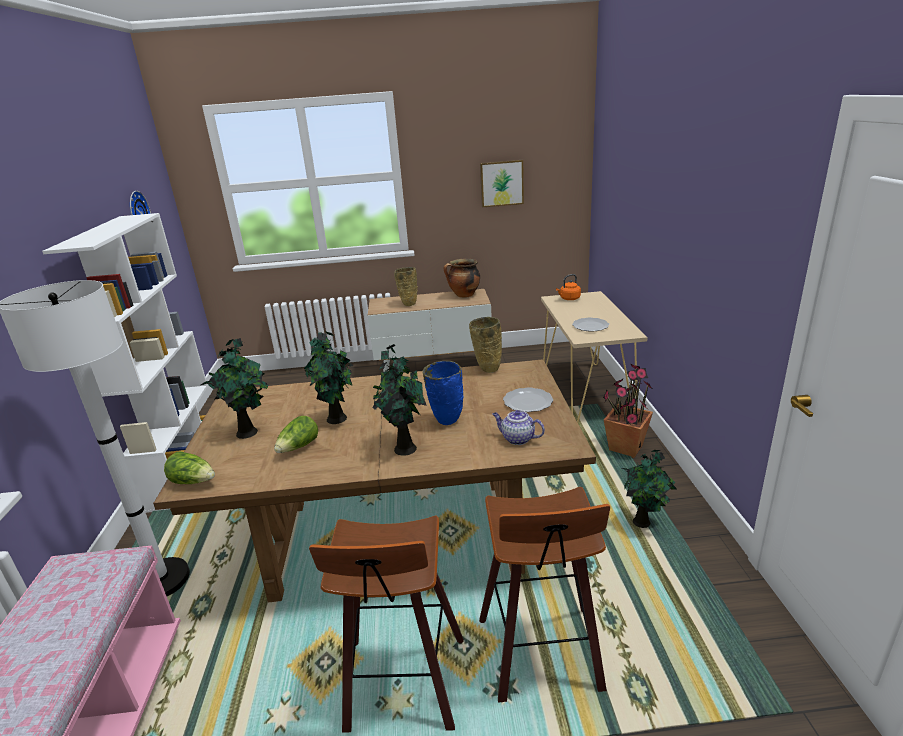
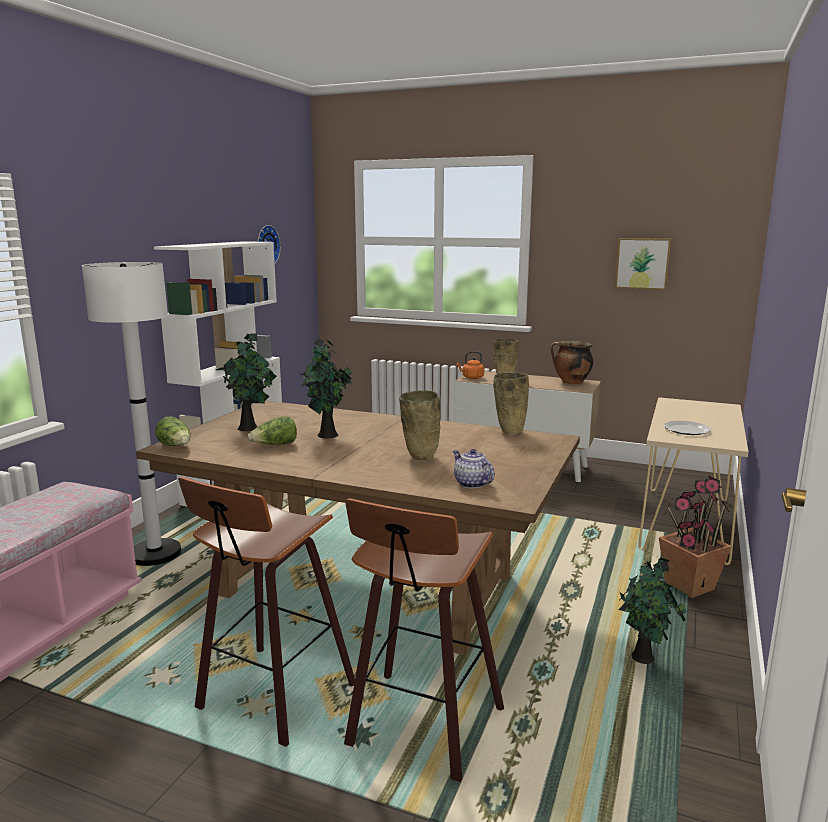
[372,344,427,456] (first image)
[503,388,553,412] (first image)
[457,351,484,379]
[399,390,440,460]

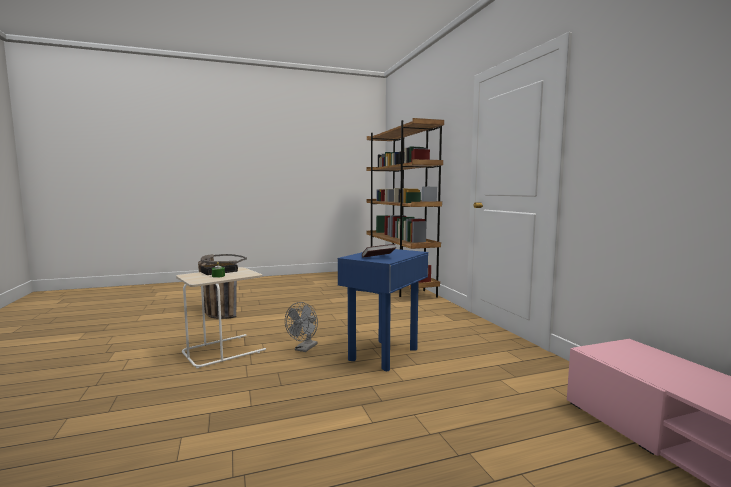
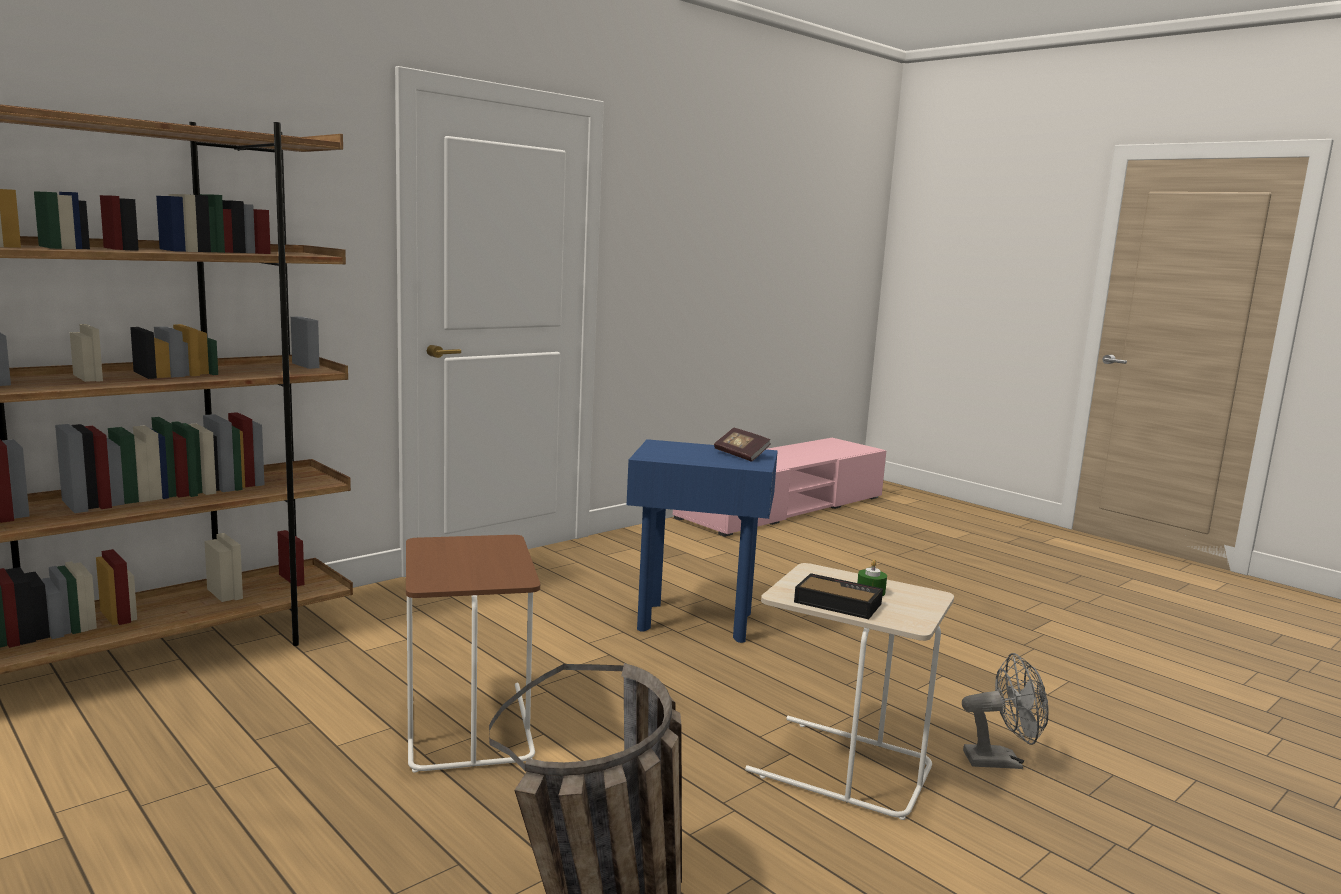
[406,535,540,773]
[962,653,1049,769]

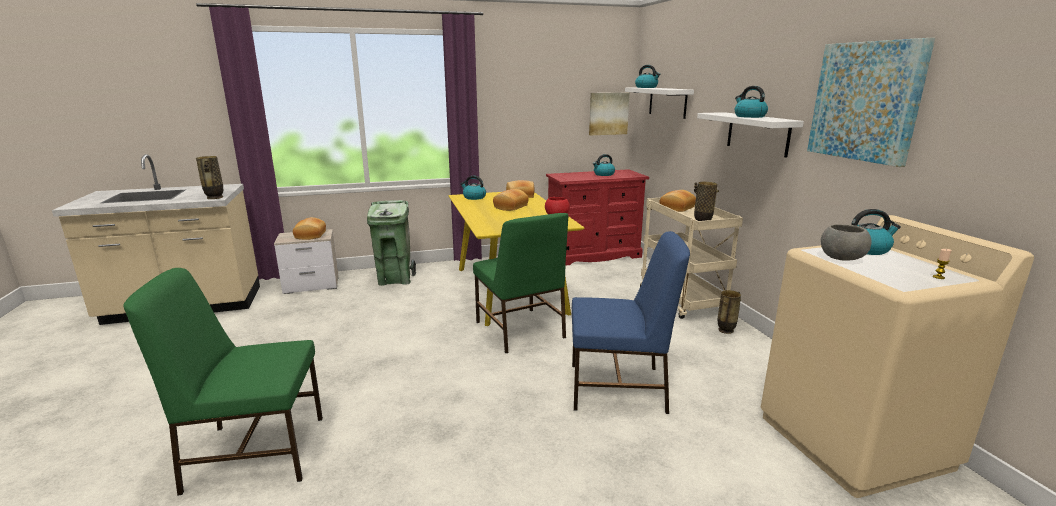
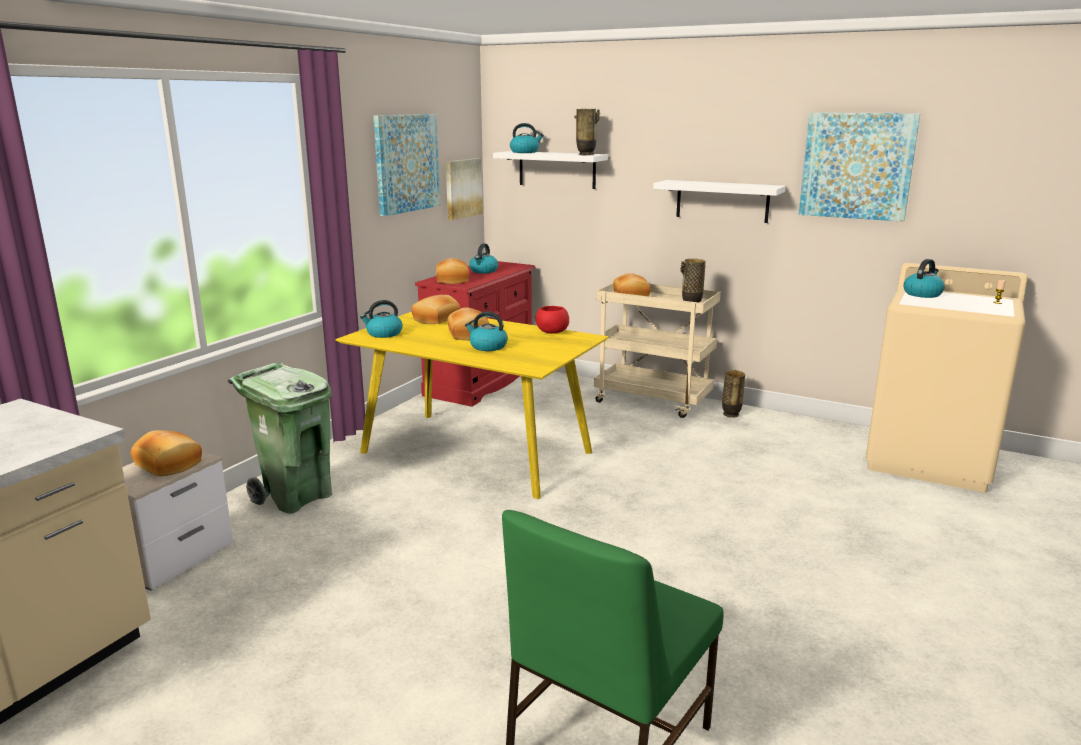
[473,213,568,353] (first image)
[572,231,690,414] (first image)
[821,224,872,261] (first image)
[373,114,440,216]
[436,258,469,284]
[574,109,600,155]
[465,311,508,351]

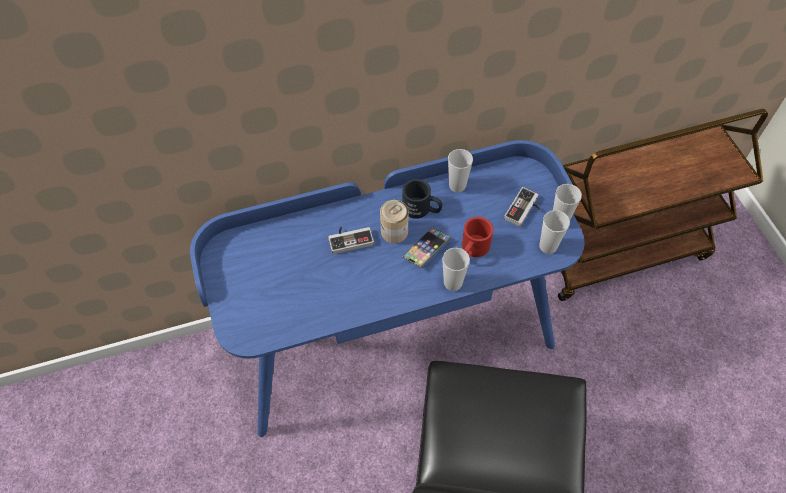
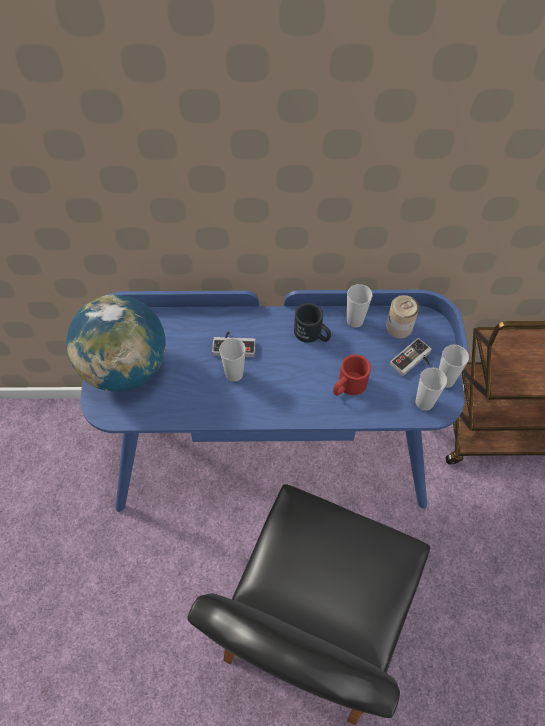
[402,227,451,268] (first image)
[66,294,166,392]
[386,295,419,339]
[219,338,246,382]

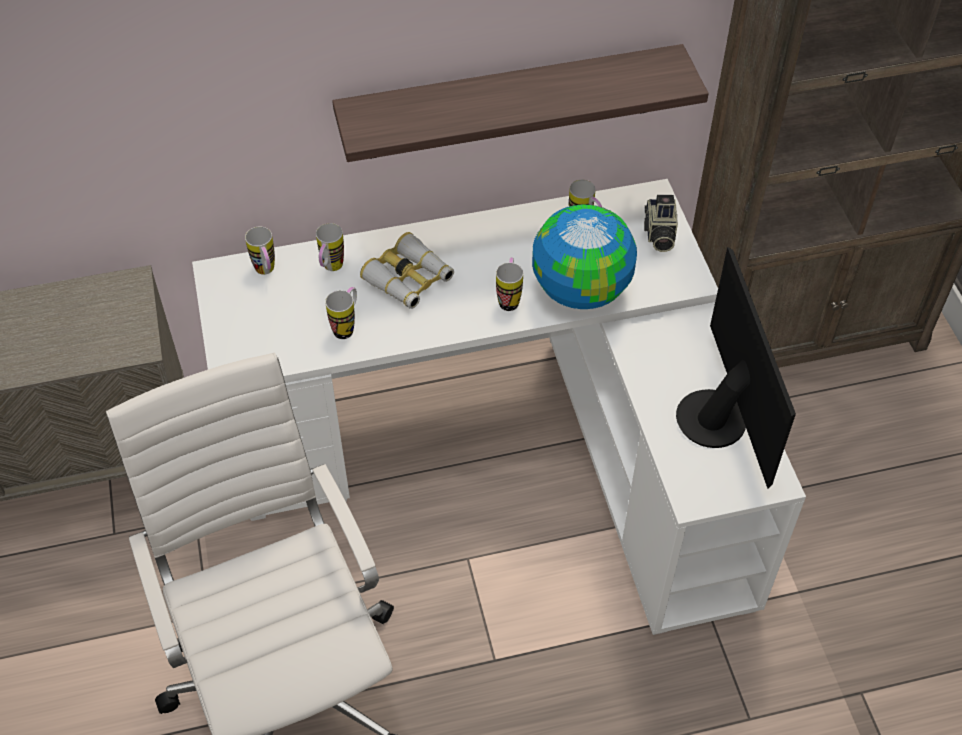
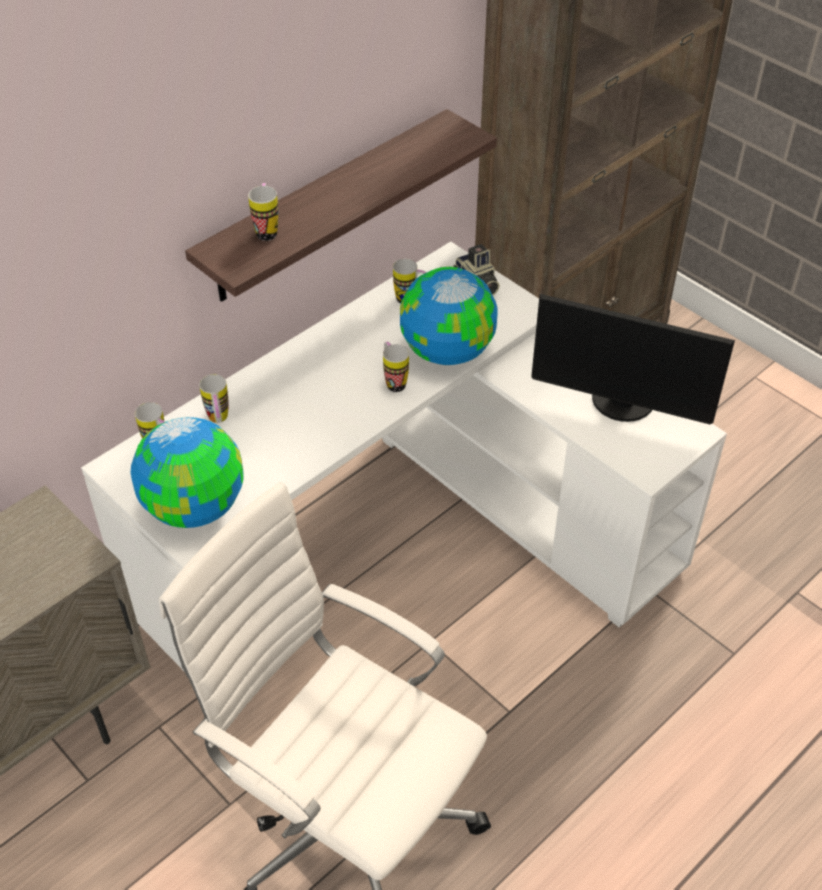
[360,232,454,309] (first image)
[131,417,244,528]
[248,183,278,241]
[531,294,735,424]

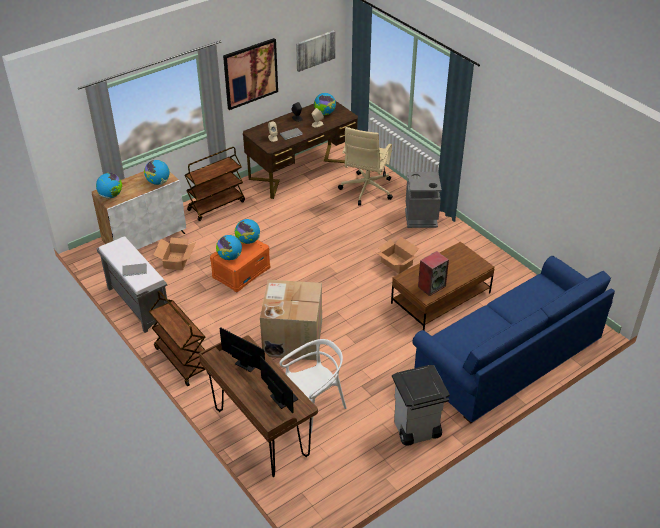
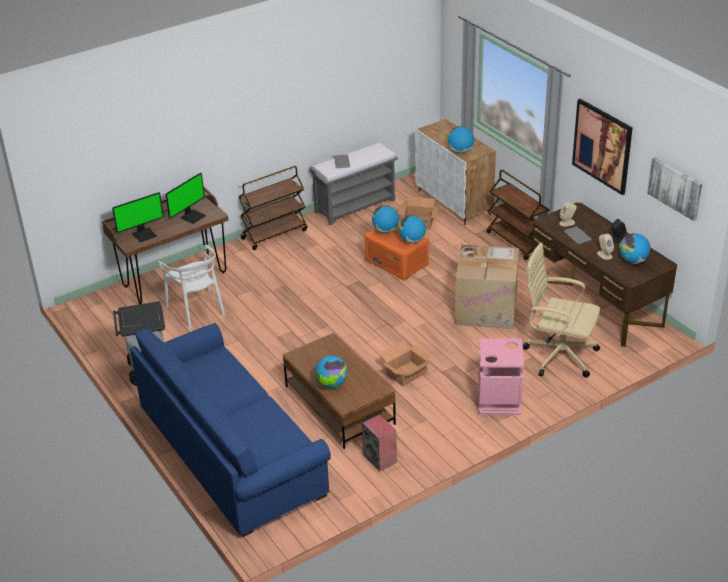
[315,356,347,389]
[455,244,519,329]
[362,414,397,471]
[478,339,524,415]

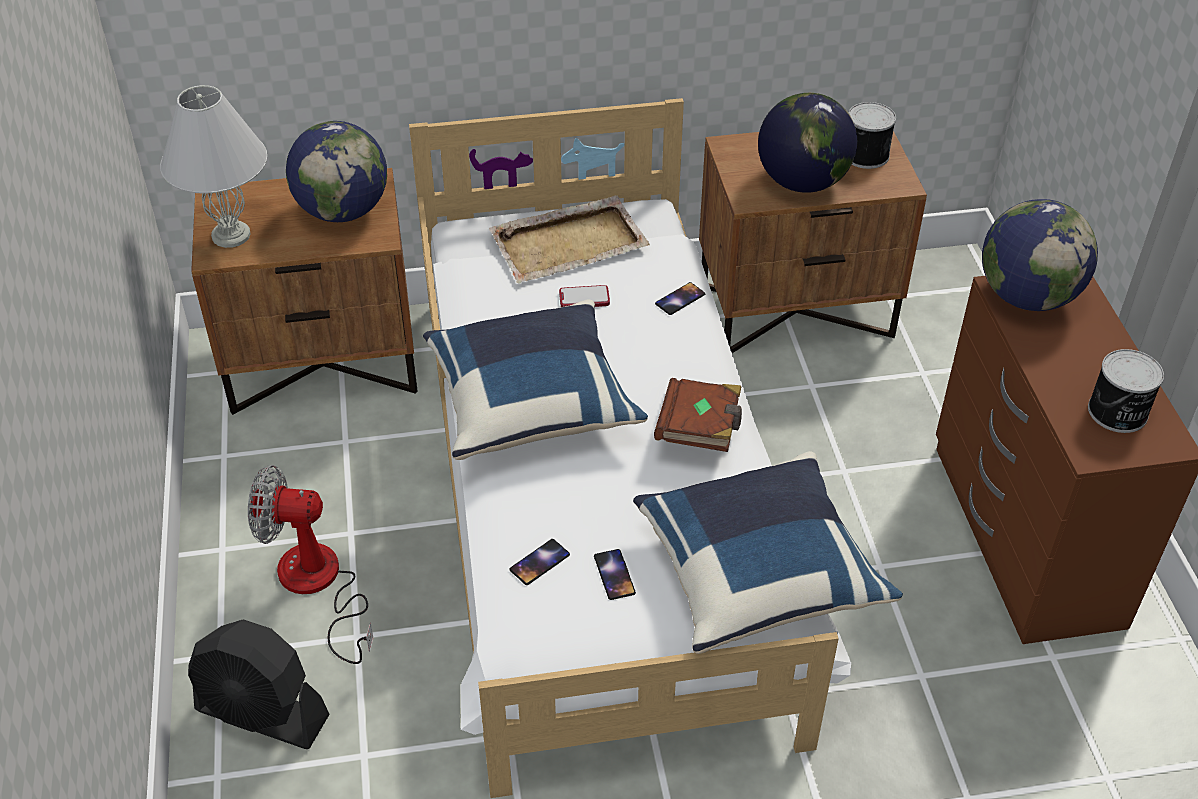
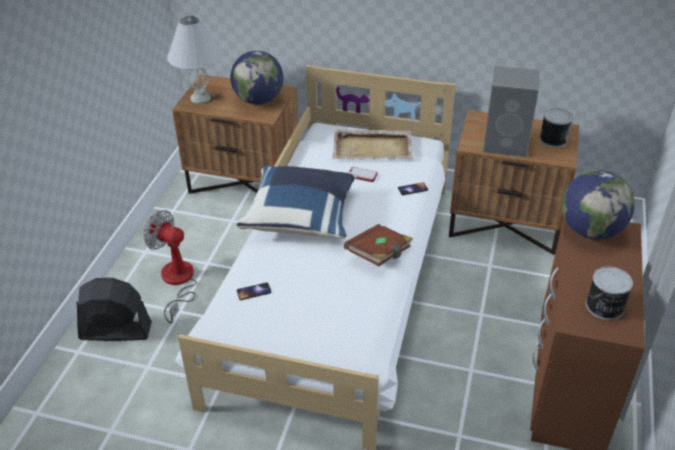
[594,549,636,600] (first image)
[633,451,903,654] (first image)
[483,66,540,157]
[77,278,152,341]

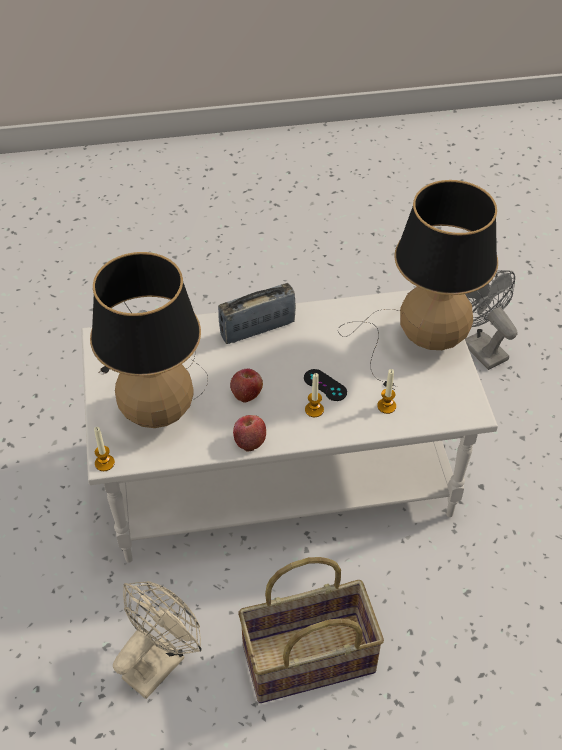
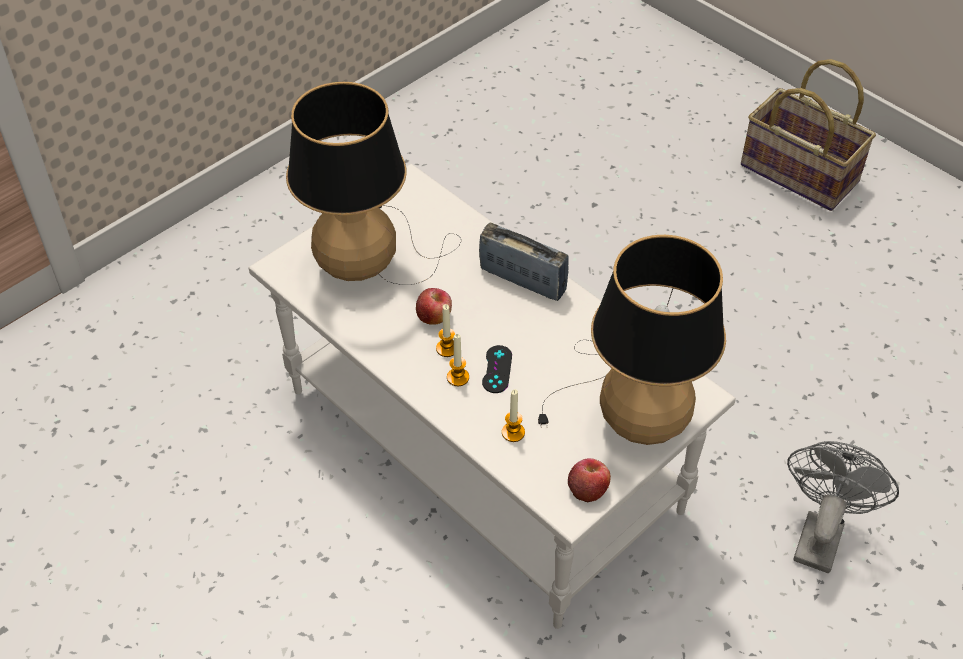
[113,581,202,699] (first image)
[436,304,455,357]
[568,458,611,502]
[741,59,876,211]

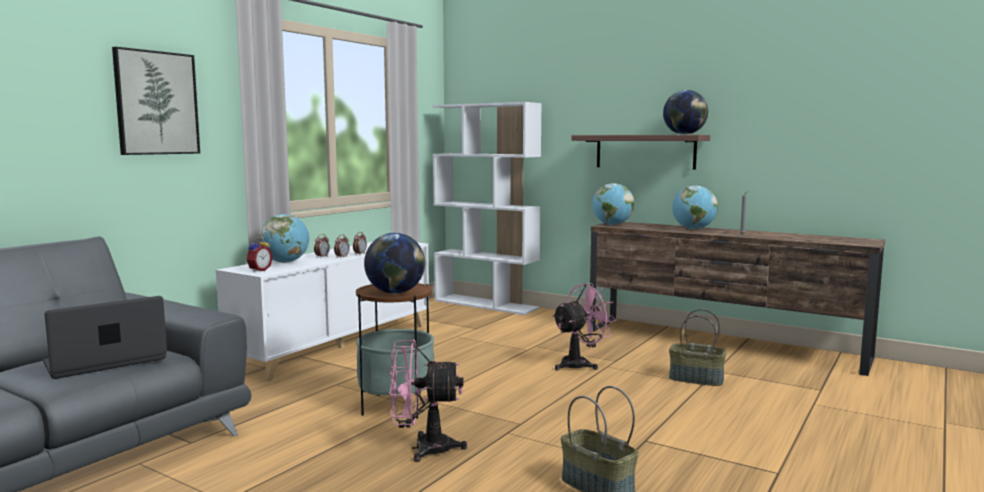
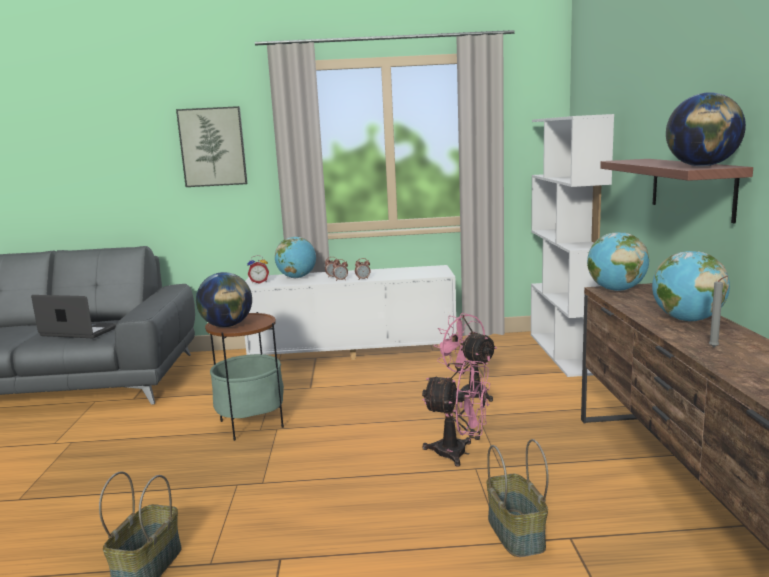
[435,313,497,402]

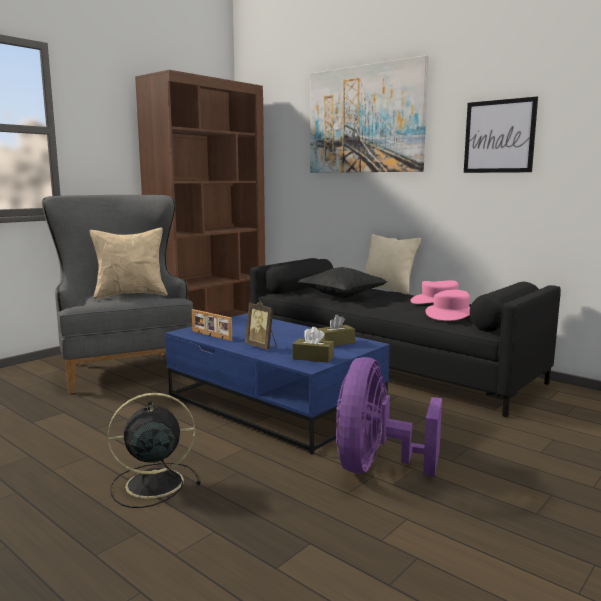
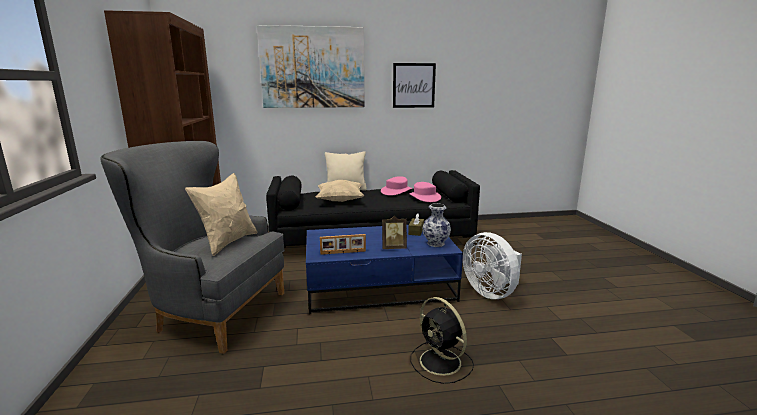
[422,203,451,247]
[315,180,364,202]
[463,232,522,299]
[410,297,474,384]

